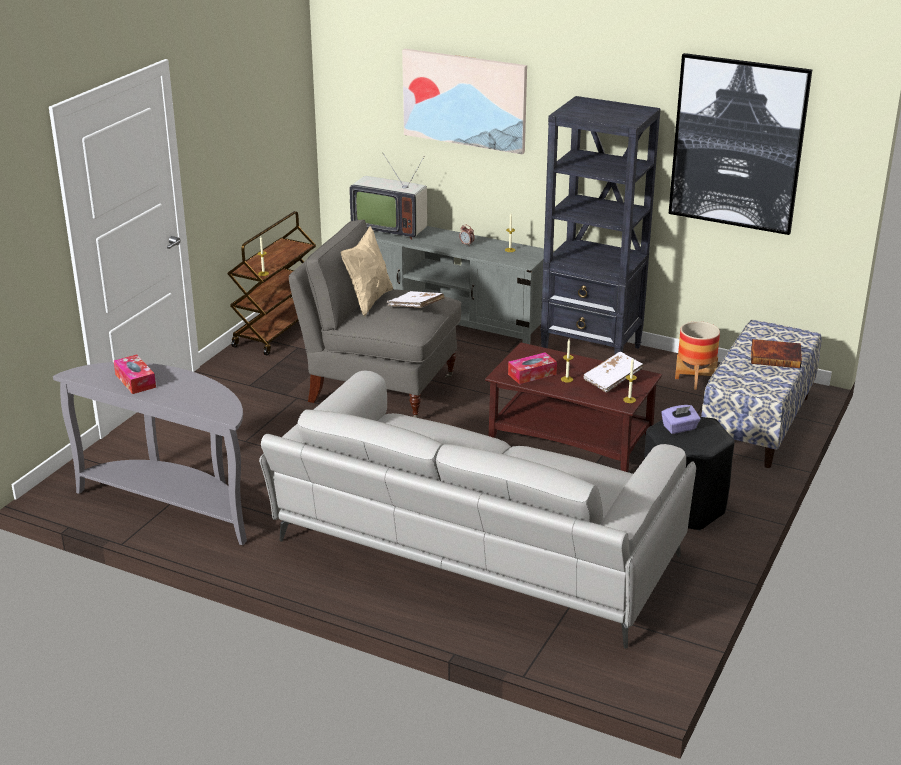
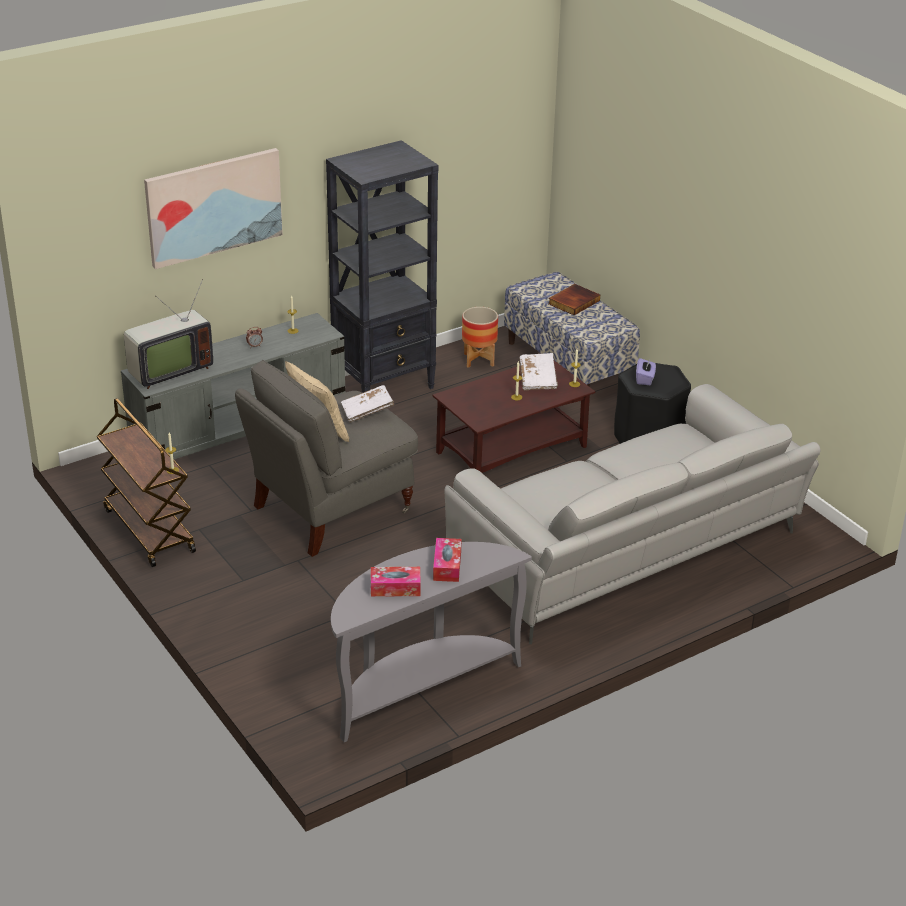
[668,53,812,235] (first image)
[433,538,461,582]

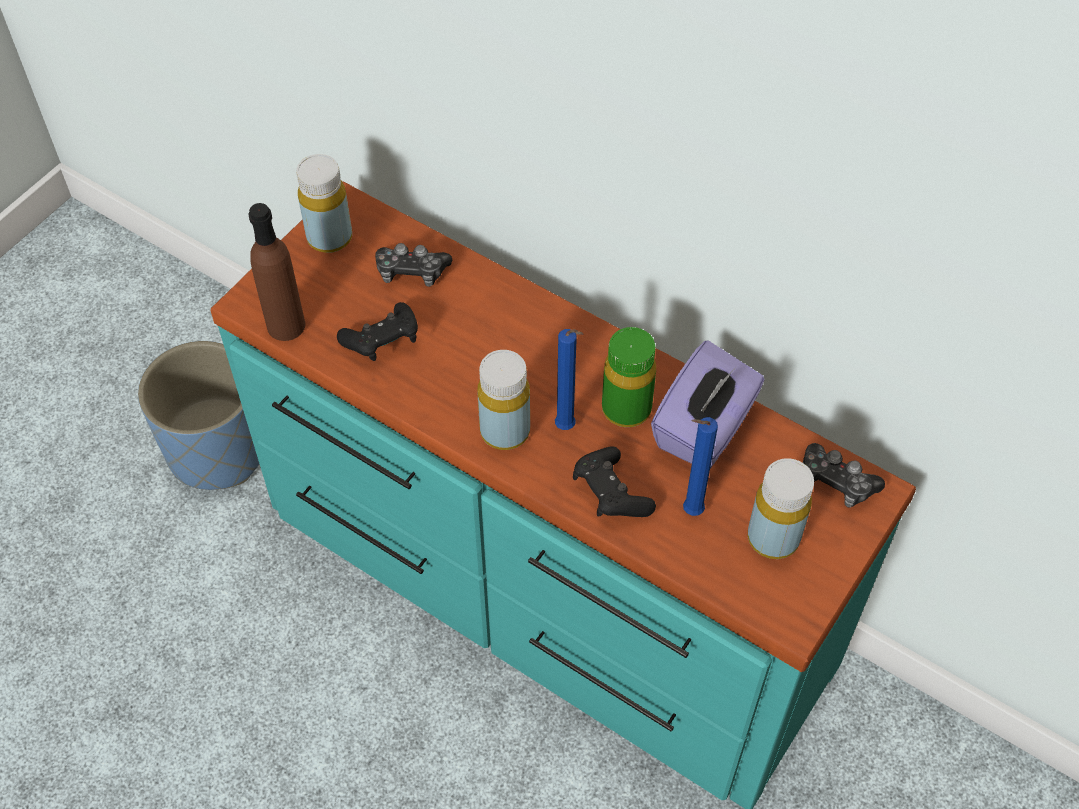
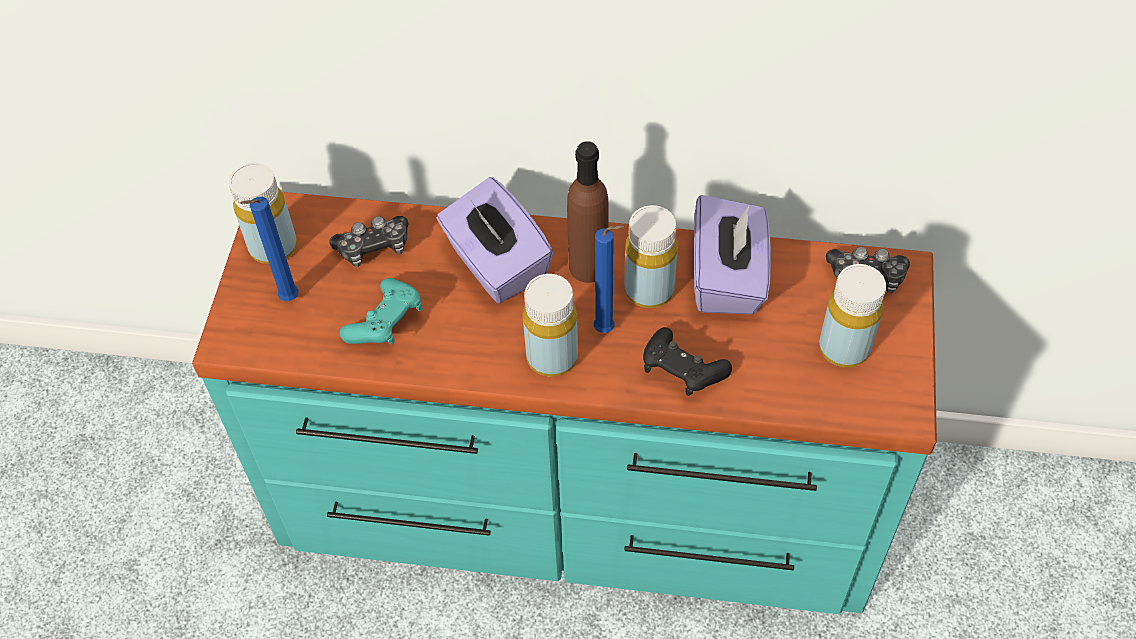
[138,341,259,490] (first image)
[437,177,554,303]
[567,141,609,283]
[240,197,299,301]
[340,278,422,344]
[624,205,678,308]

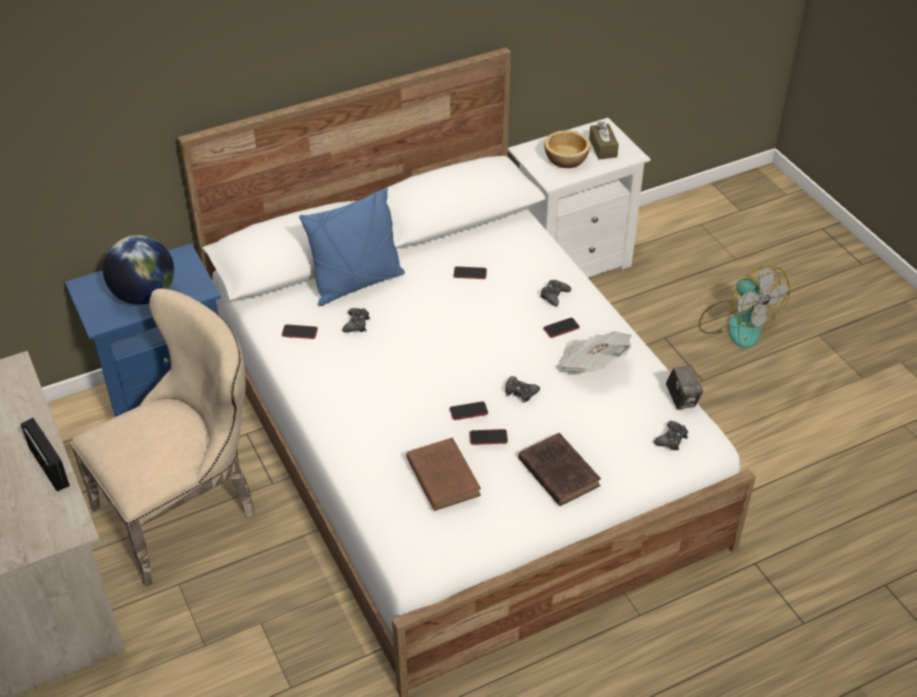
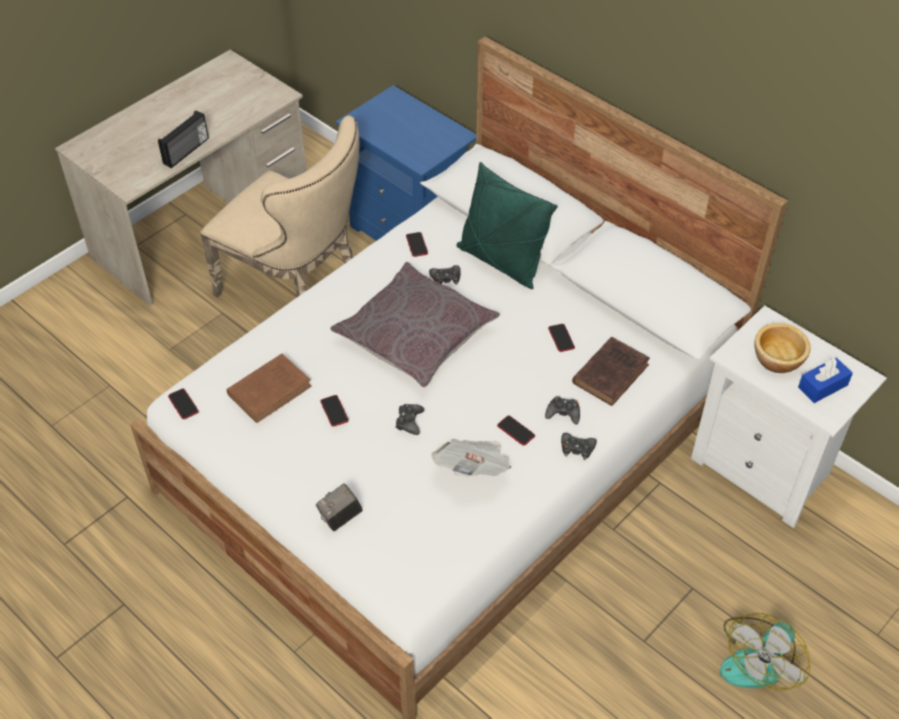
[103,235,174,305] (first image)
[330,262,500,387]
[168,389,199,419]
[572,337,650,406]
[561,433,597,460]
[316,483,363,531]
[456,162,558,289]
[798,358,853,403]

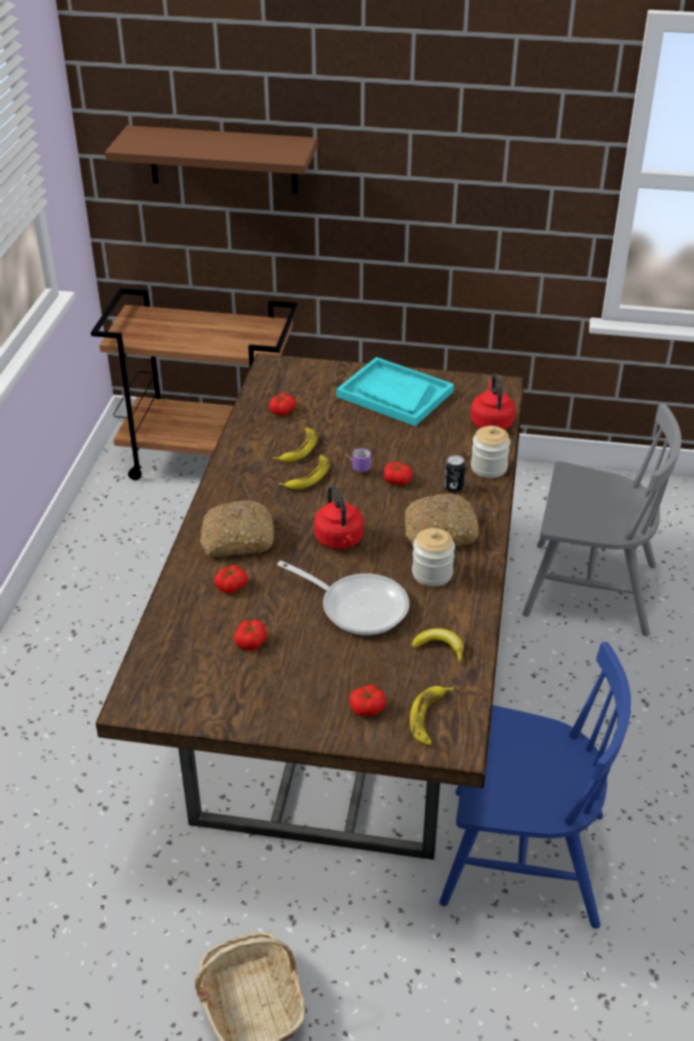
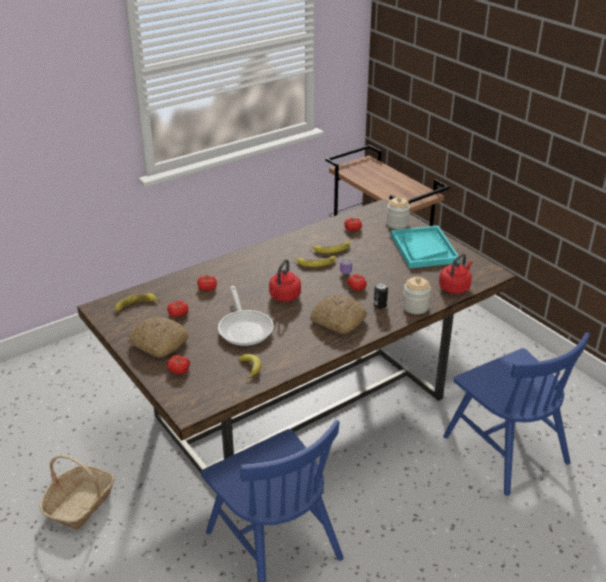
[105,125,318,194] (first image)
[128,316,189,358]
[115,293,160,311]
[386,197,410,229]
[443,332,590,496]

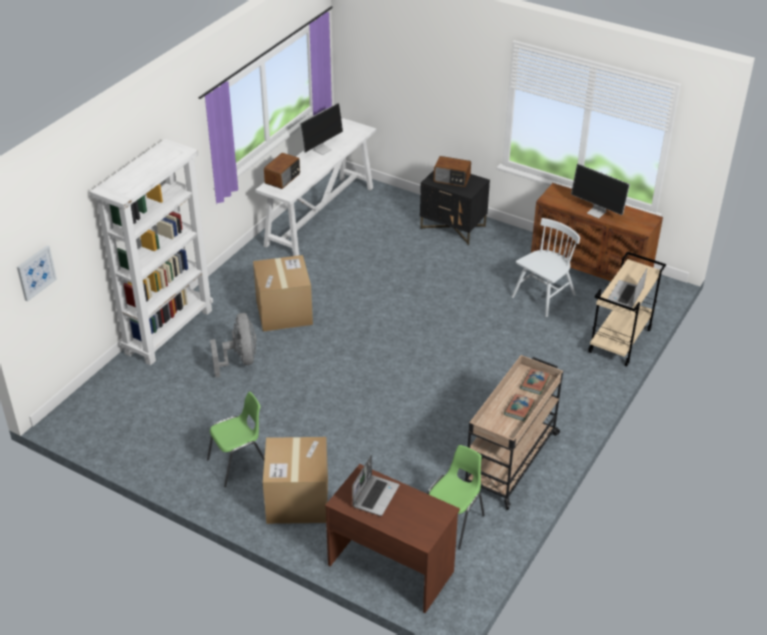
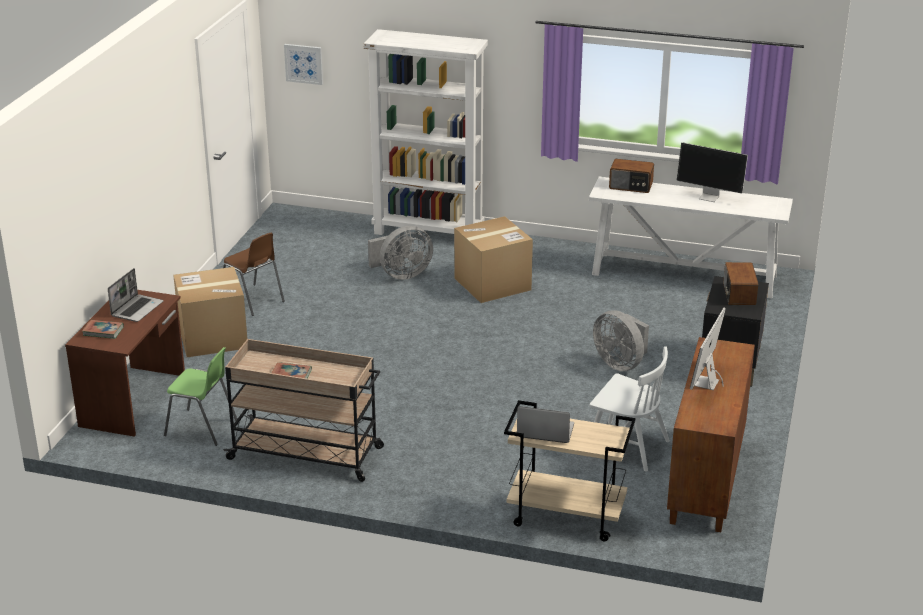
[593,310,649,371]
[82,320,124,339]
[223,233,285,316]
[108,268,164,322]

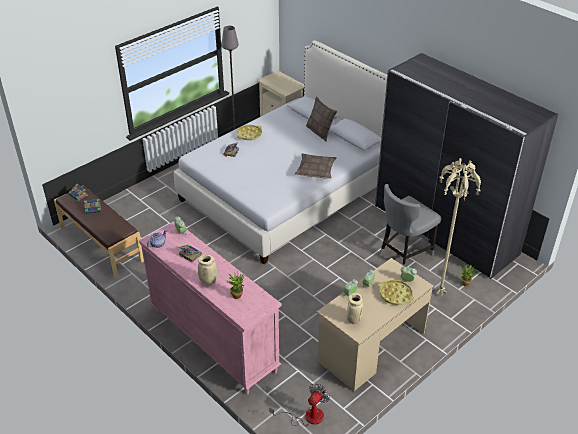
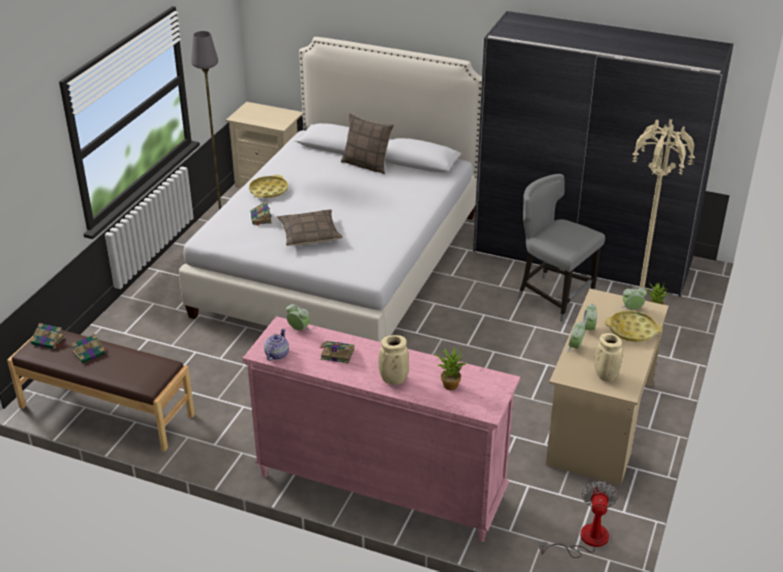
[277,209,343,246]
[518,174,605,322]

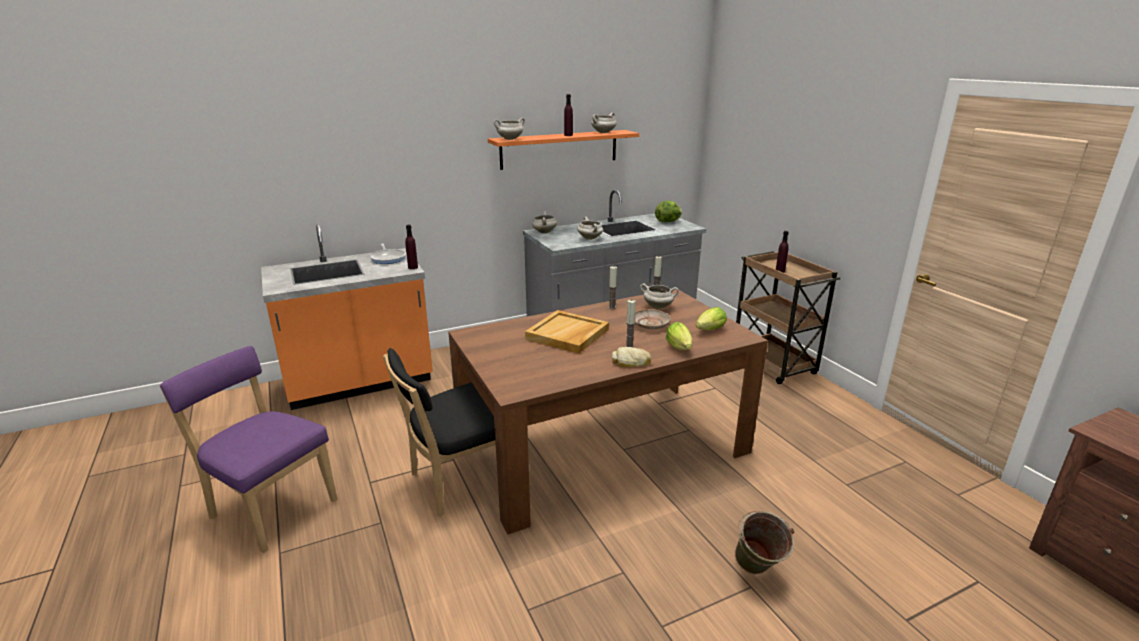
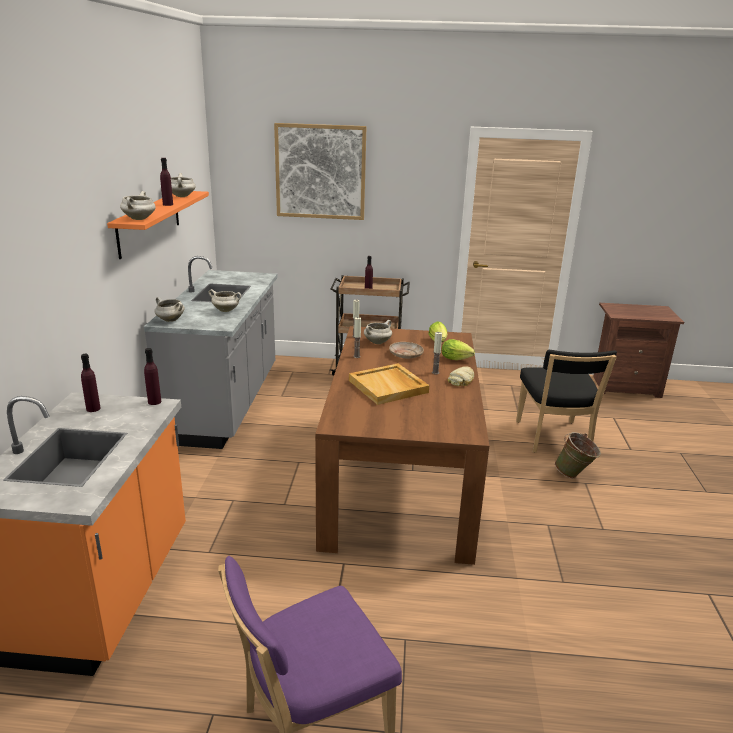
[655,201,682,222] (first image)
[274,123,366,220]
[516,350,617,453]
[81,354,100,412]

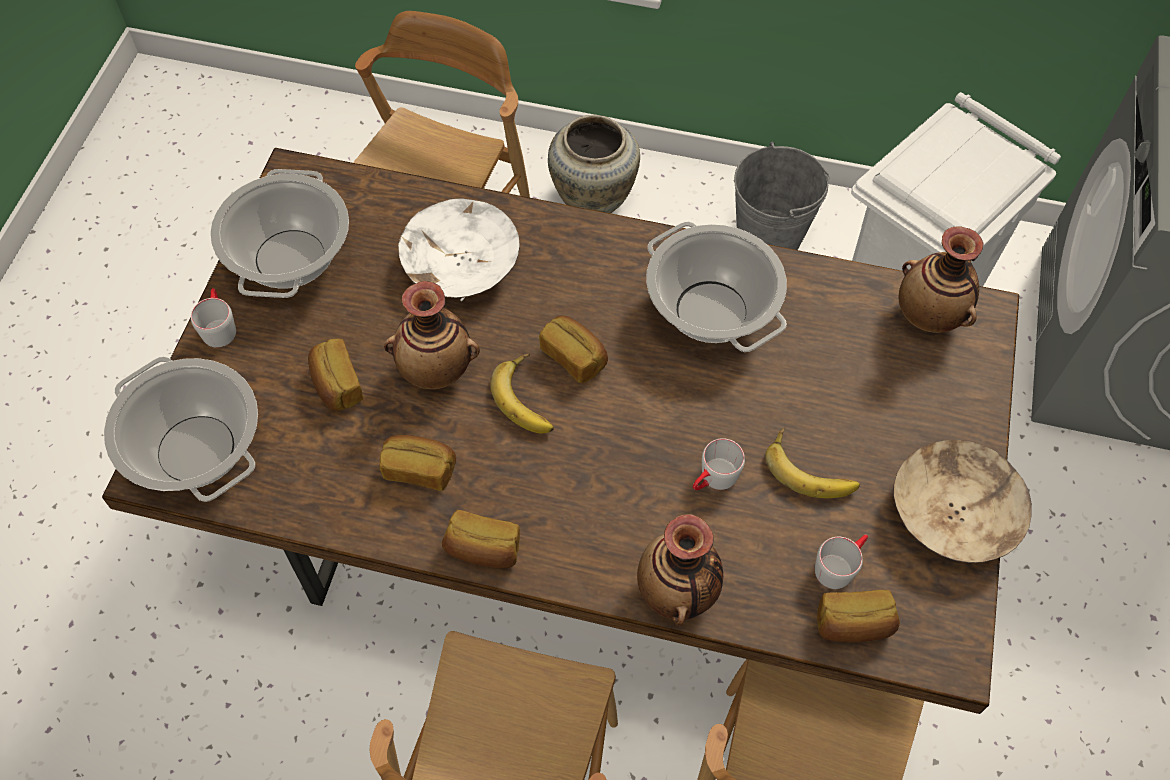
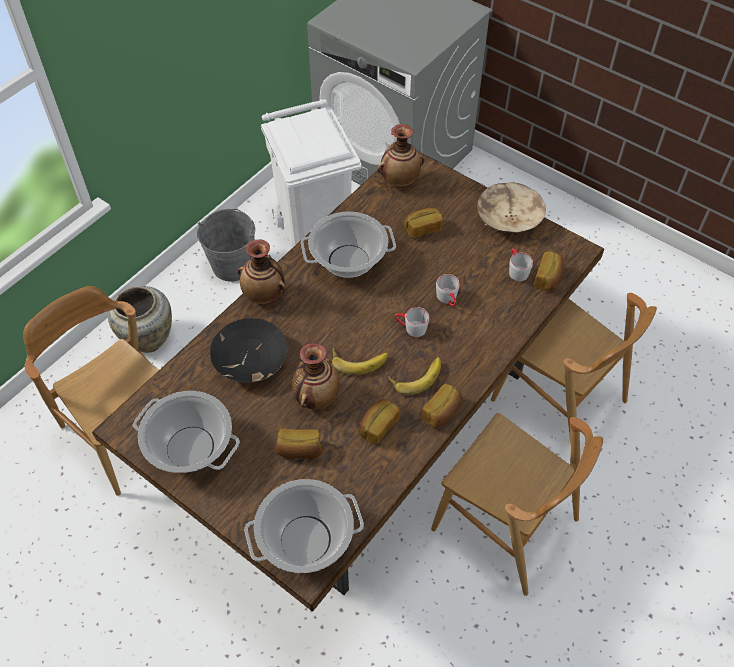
[395,307,429,337]
[404,208,443,238]
[238,239,286,304]
[388,357,441,395]
[210,318,287,383]

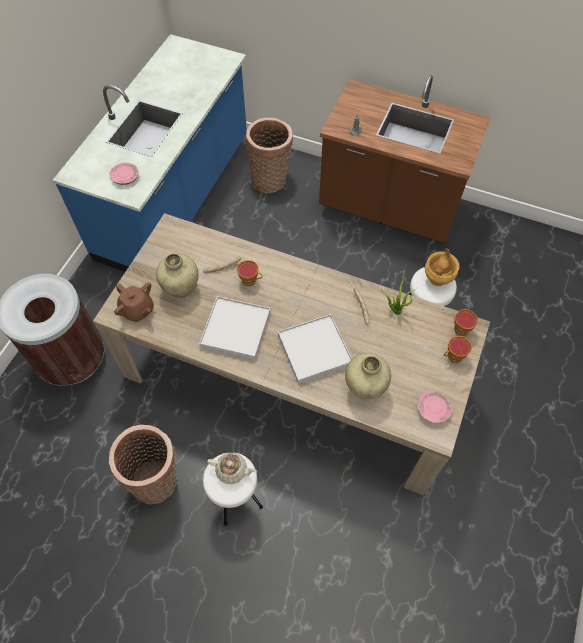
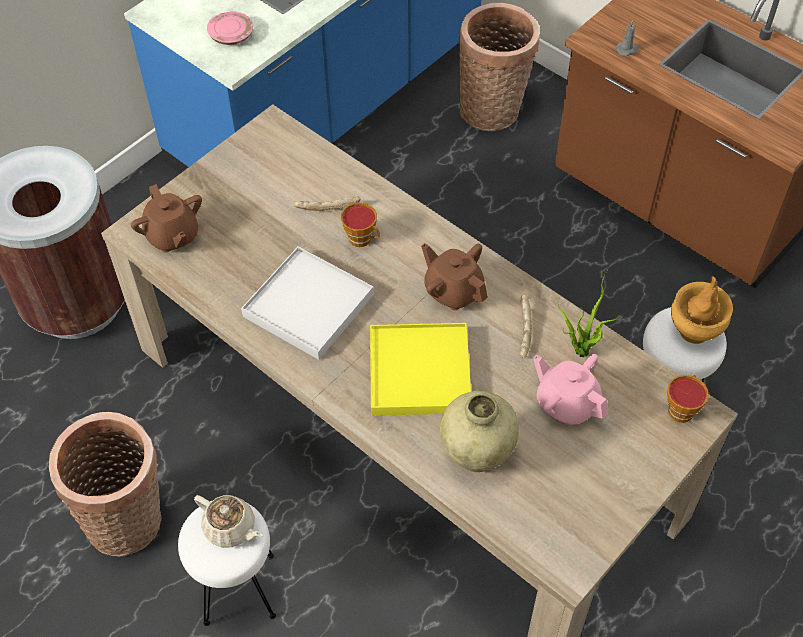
[156,253,199,298] (first image)
[418,391,452,423] (first image)
[444,336,472,363] (first image)
[421,243,488,310]
[533,354,608,426]
[370,323,471,416]

